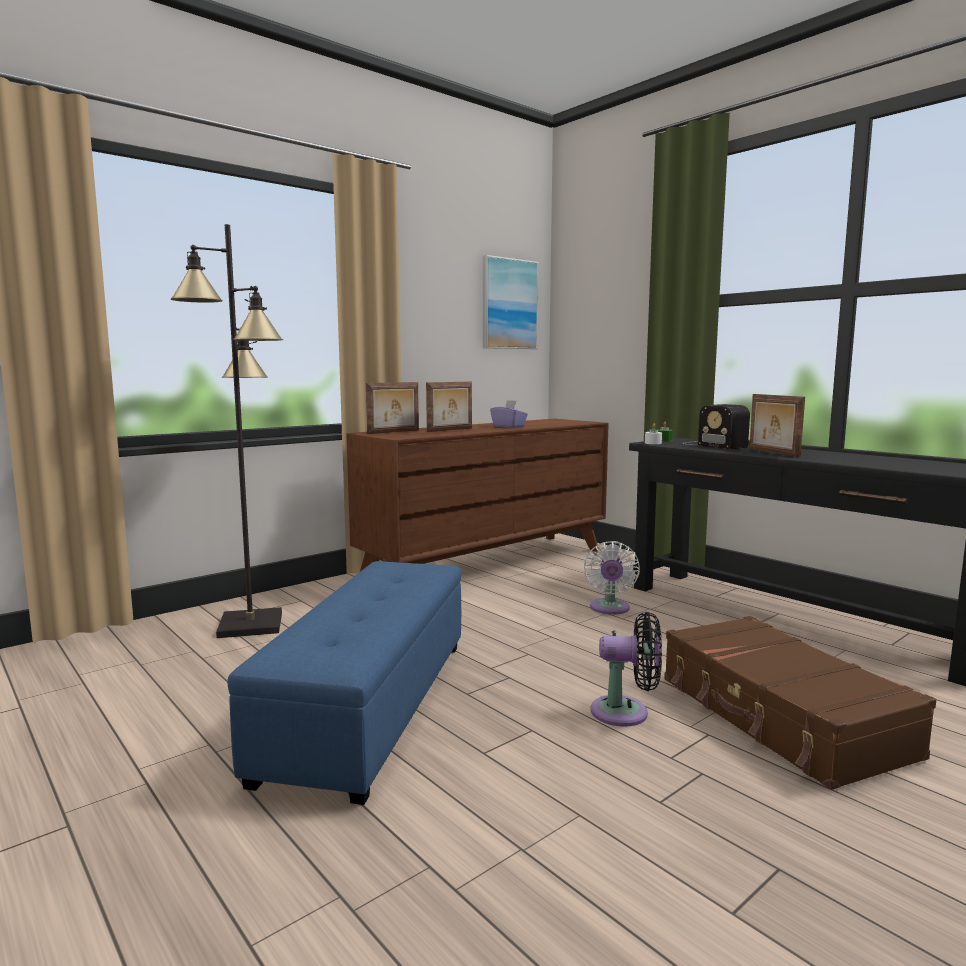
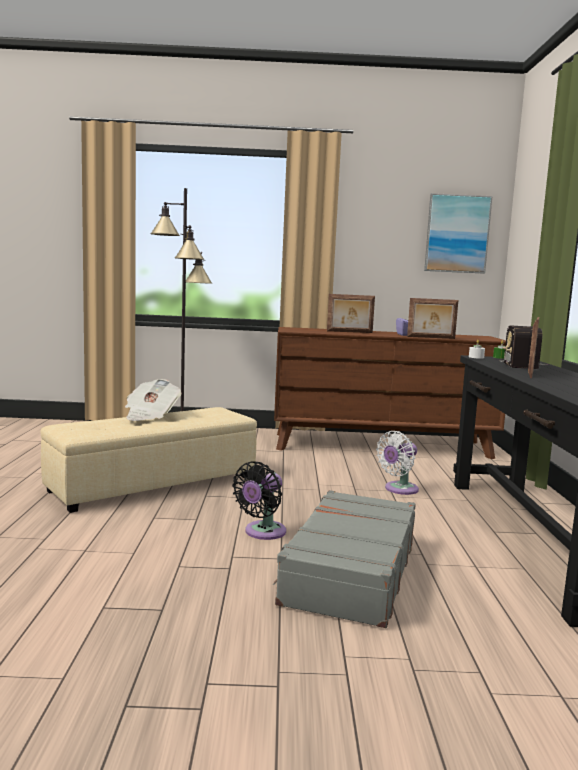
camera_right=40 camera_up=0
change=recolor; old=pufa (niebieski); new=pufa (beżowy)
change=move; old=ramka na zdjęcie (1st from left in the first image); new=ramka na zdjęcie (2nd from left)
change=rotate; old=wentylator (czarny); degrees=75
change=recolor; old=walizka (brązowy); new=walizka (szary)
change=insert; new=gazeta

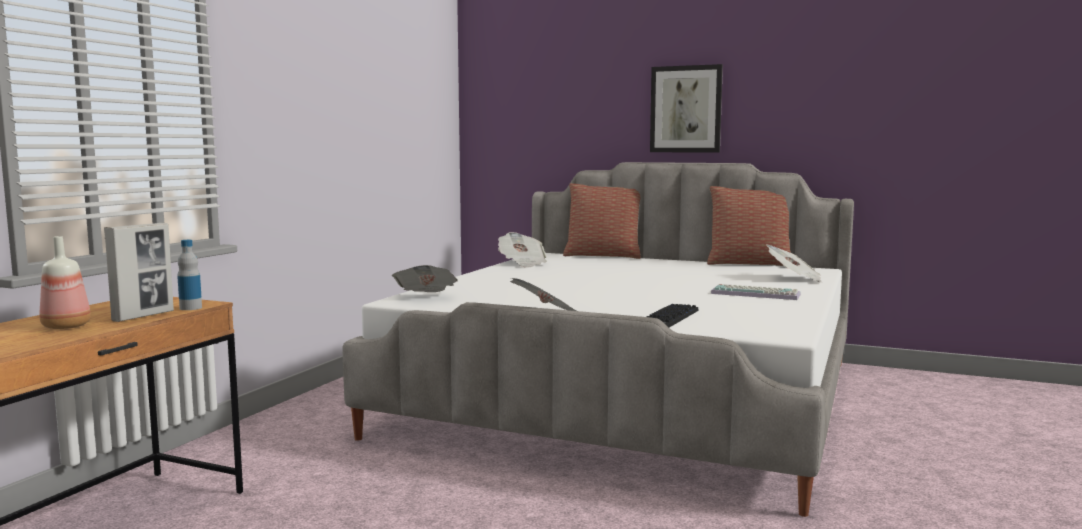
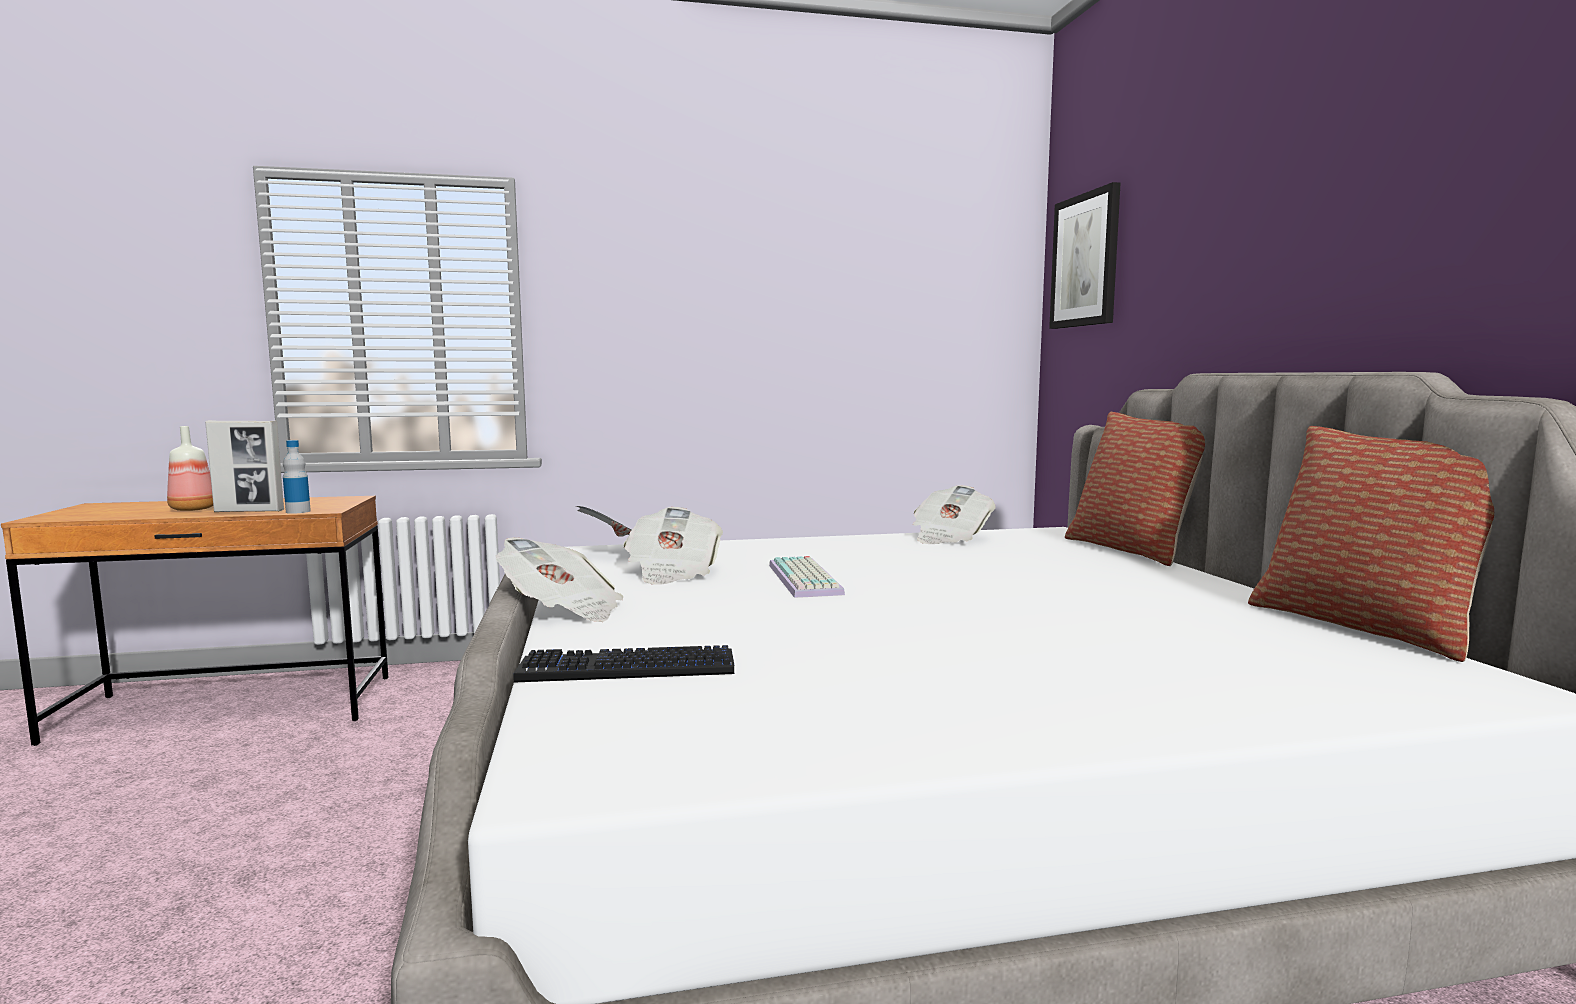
camera_right=55 camera_up=0
change=move; old=obraz
change=move; old=klawiatura (2nd from left)
change=move; old=gazeta (4th from left in the first image); new=gazeta (3rd from left)

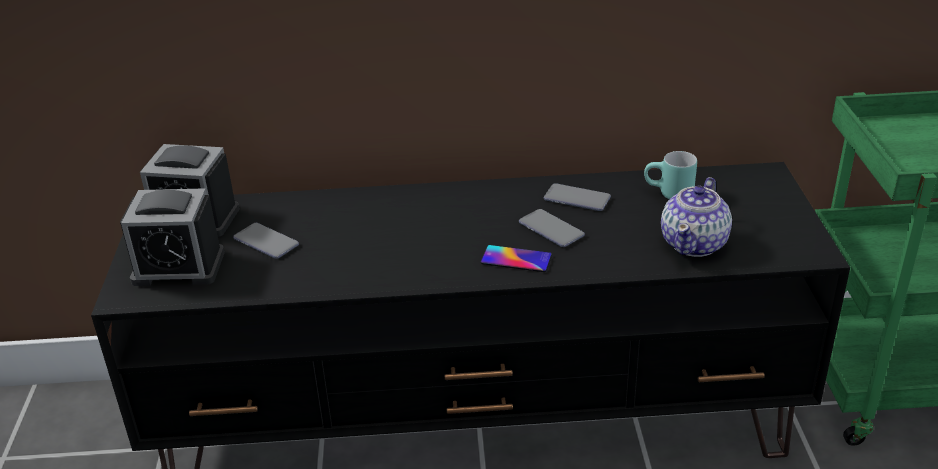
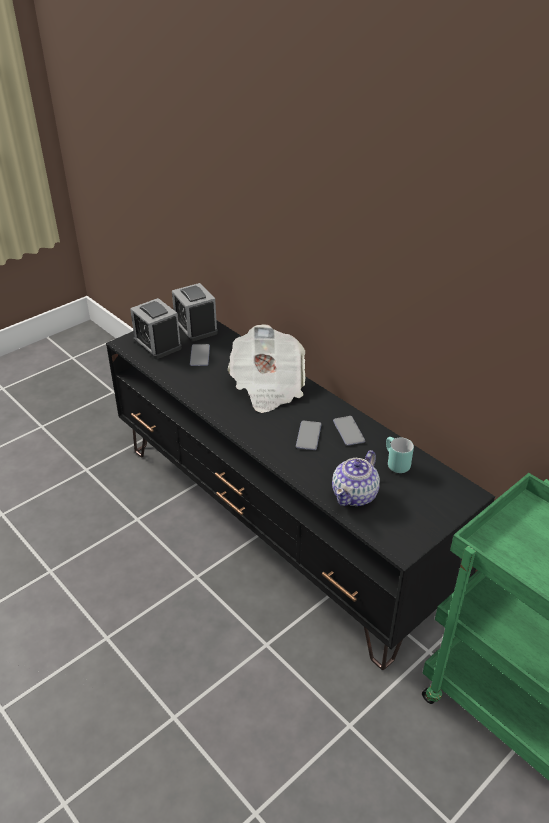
camera_right=50 camera_up=5
change=delete; old=telefon (2nd from left)
change=rotate; old=imbryk; degrees=-45
change=insert; new=gazeta

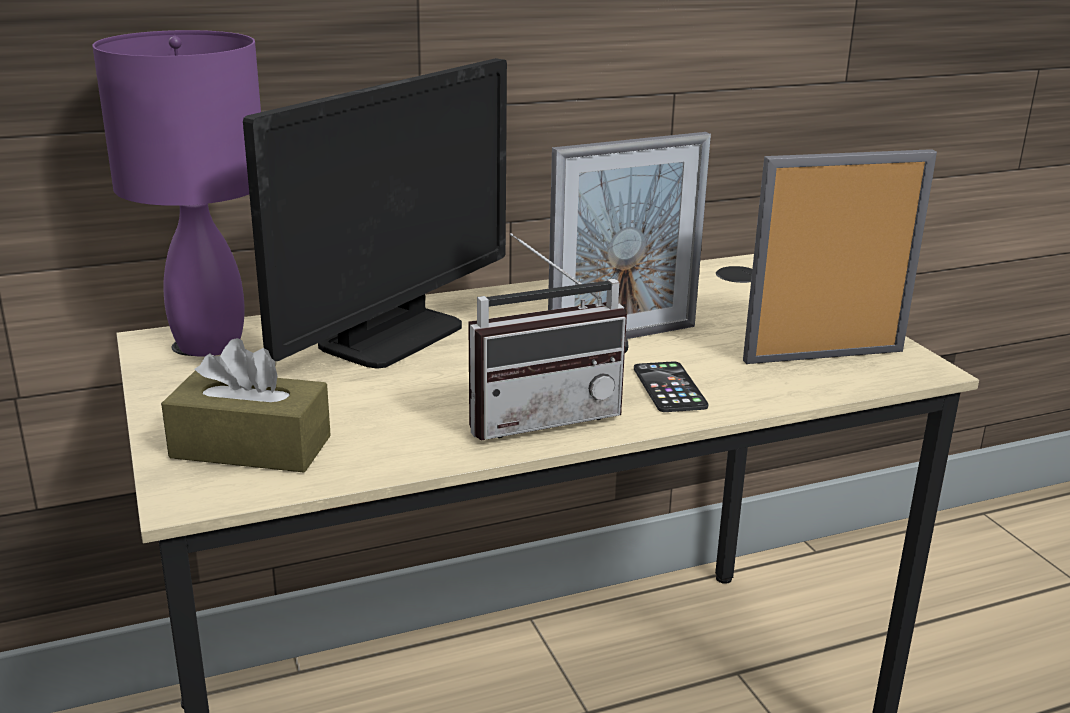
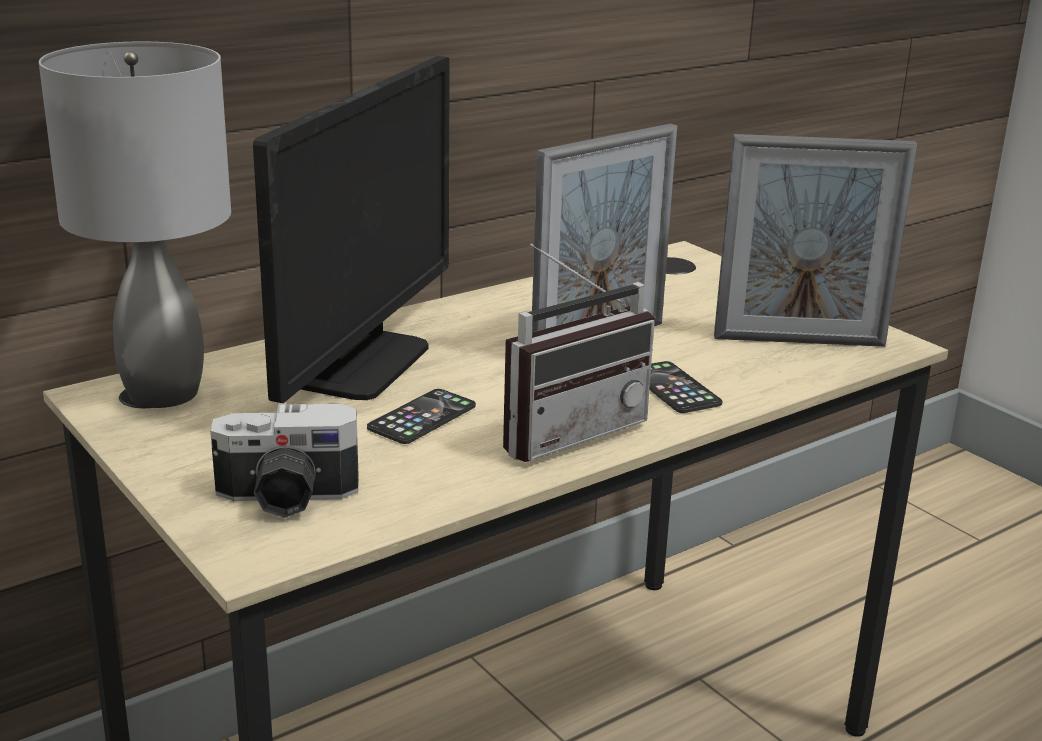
camera_right=-15 camera_up=0
change=recolor; old=lampa stołowa (fioletowy); new=lampa stołowa (szary)
change=replace; old=pudełko chusteczek (brązowy); new=aparat fotograficzny
change=rotate; old=ramka na zdjęcie (2nd from left); degrees=-150
change=insert; new=telefon (1st from left)

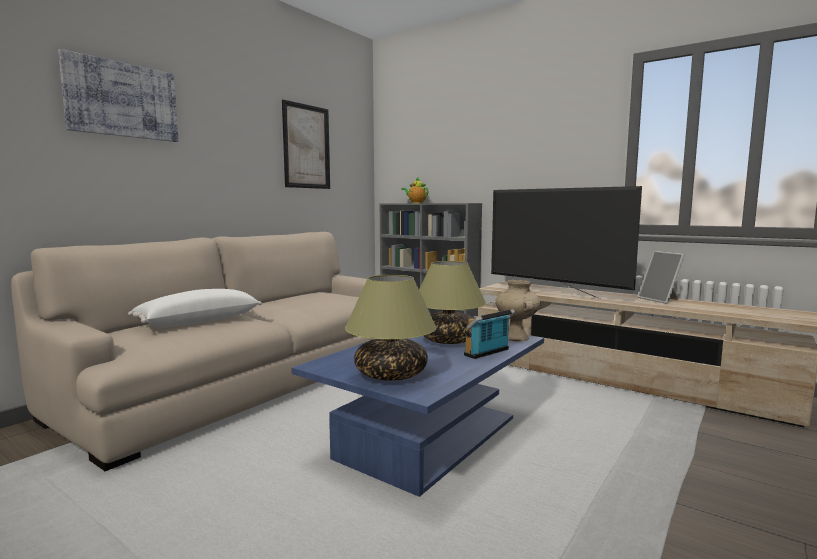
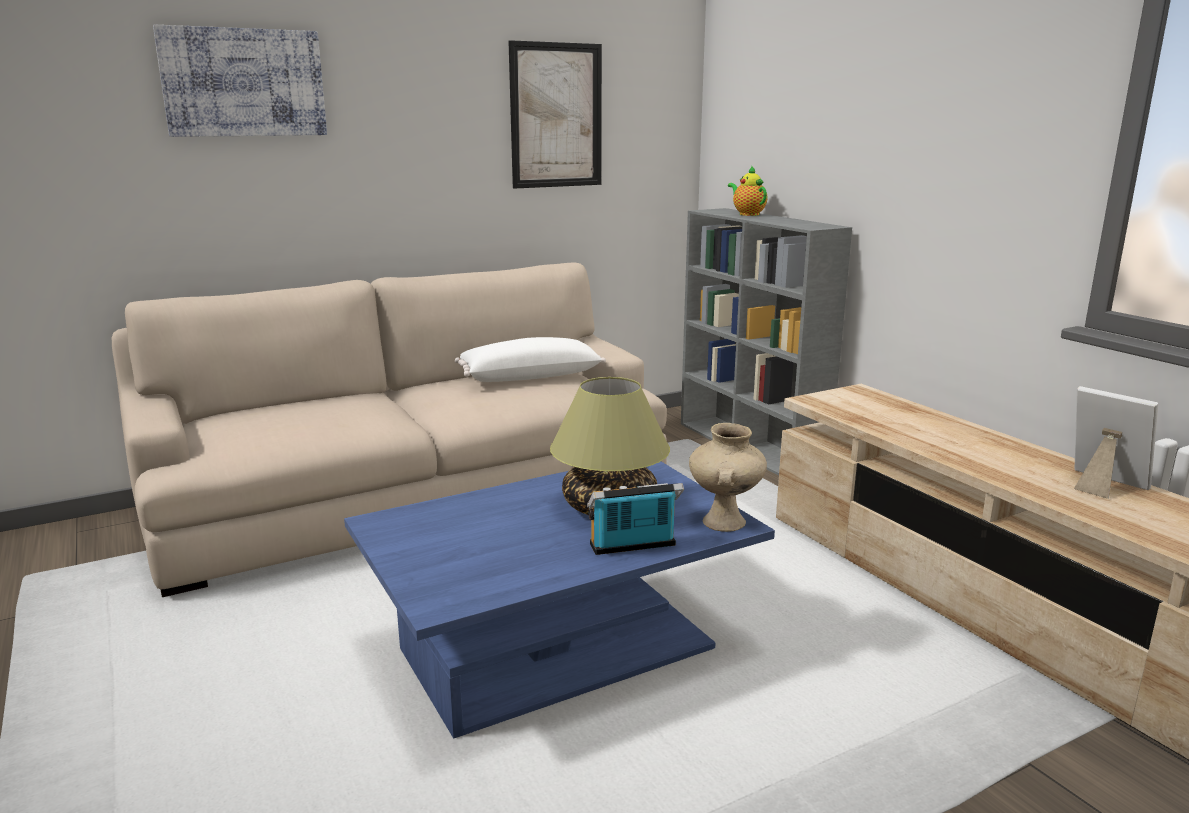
camera_right=25 camera_up=10
change=move; old=poduszka (biały)
change=delete; old=lampa stołowa (1st from left)
change=delete; old=telewizor
change=rotate; old=ramka na zdjęcie; degrees=135

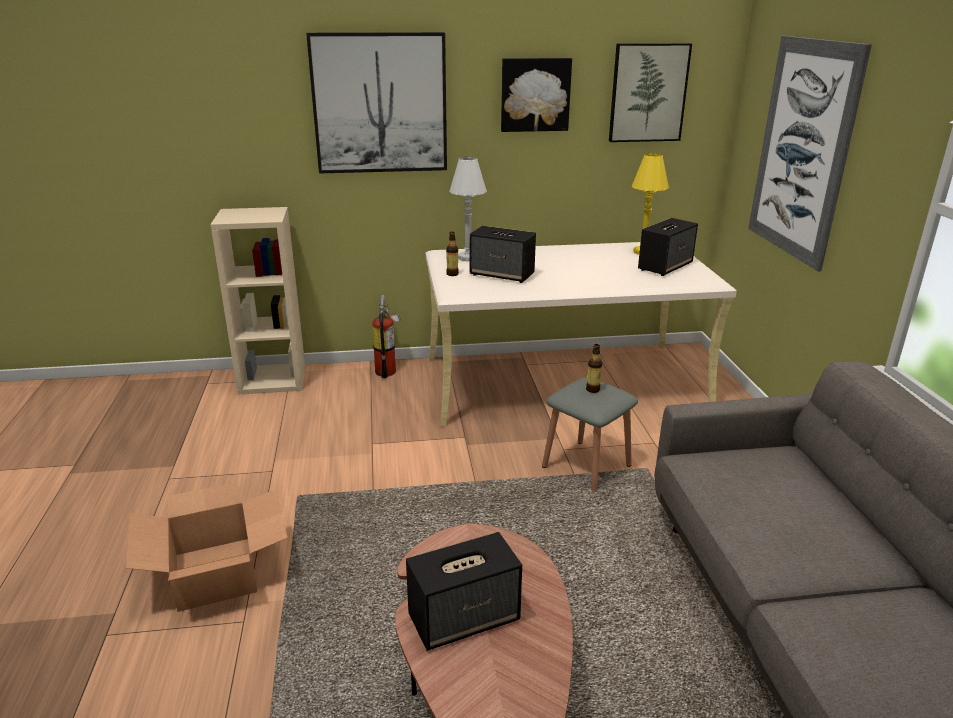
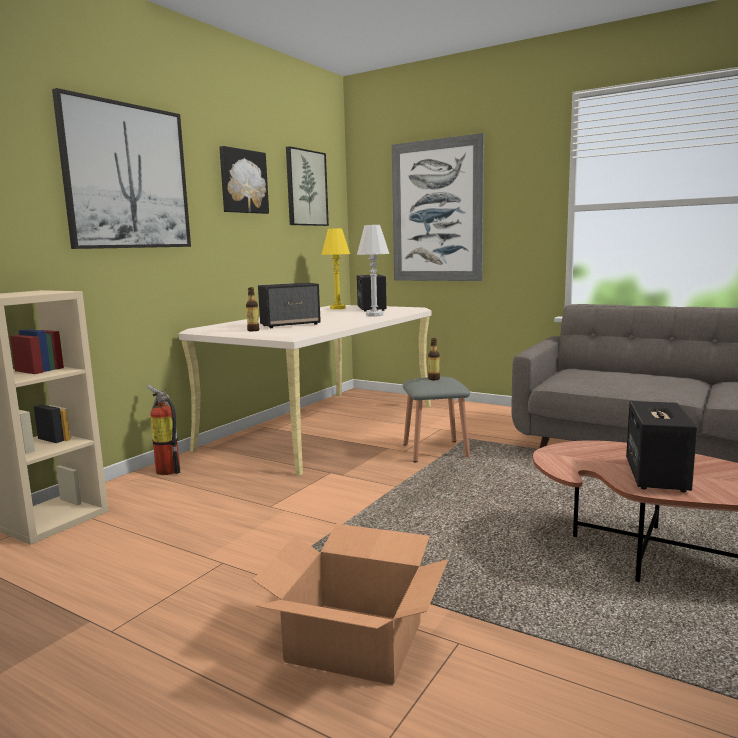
camera_right=-50 camera_up=-15
change=move; old=lampa stołowa (biały)

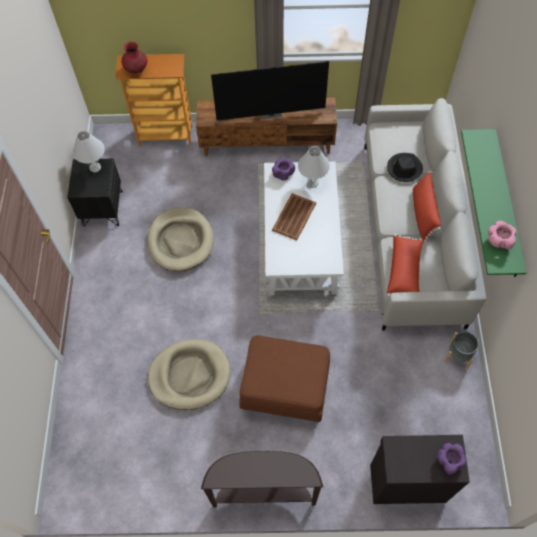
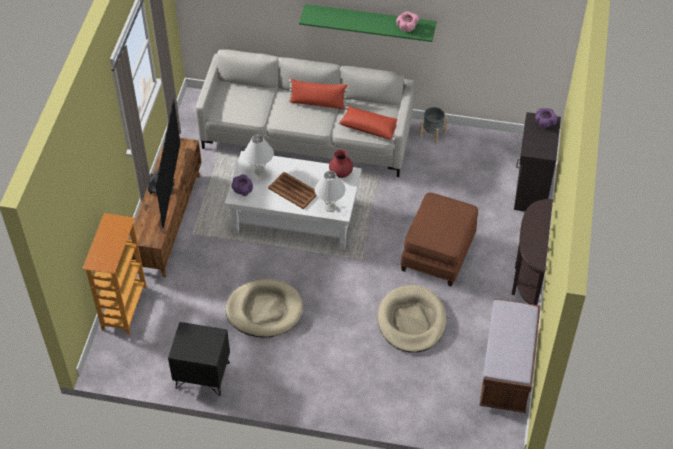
camera_right=-80 camera_up=-10
change=move; old=lampa stołowa (biały) (1st from left in the first image); new=lampa stołowa (biały) (2nd from left)
change=move; old=wazon (czerwony)
change=delete; old=kapelusz (czarny)
change=insert; new=ławka (brązowy)

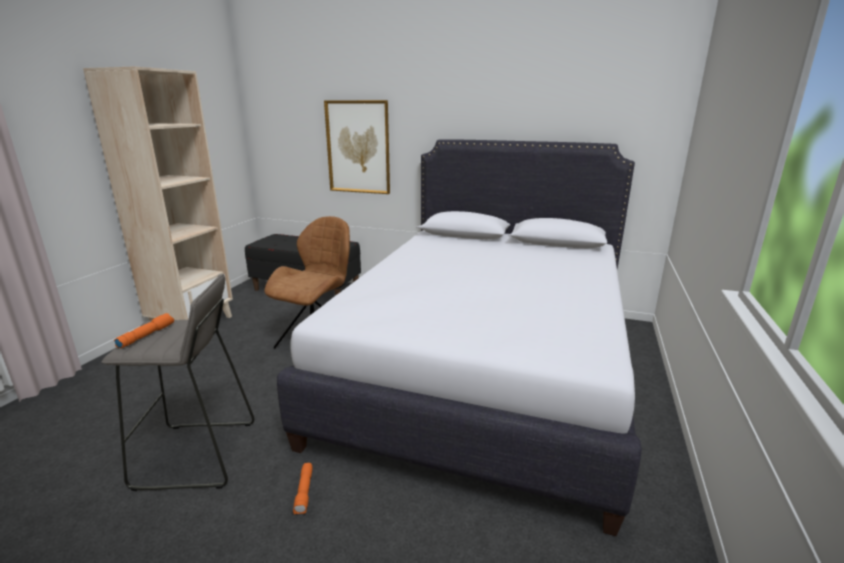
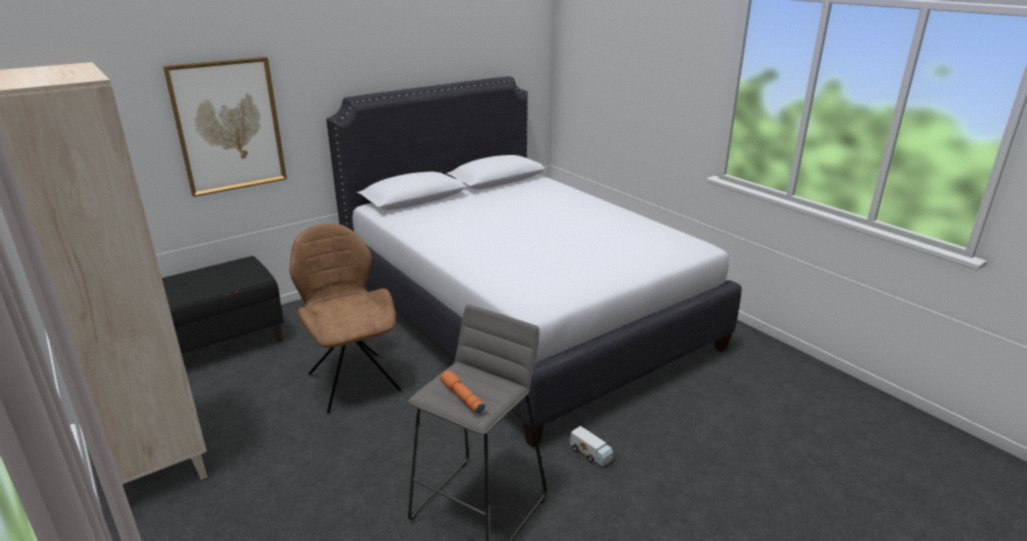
camera_right=-55 camera_up=5
change=replace; old=latarka (pomarańczowy) (2nd from left); new=ciężarówka zabawkowa

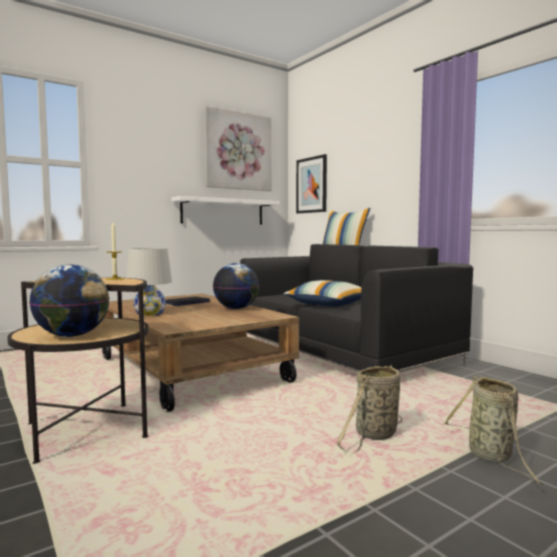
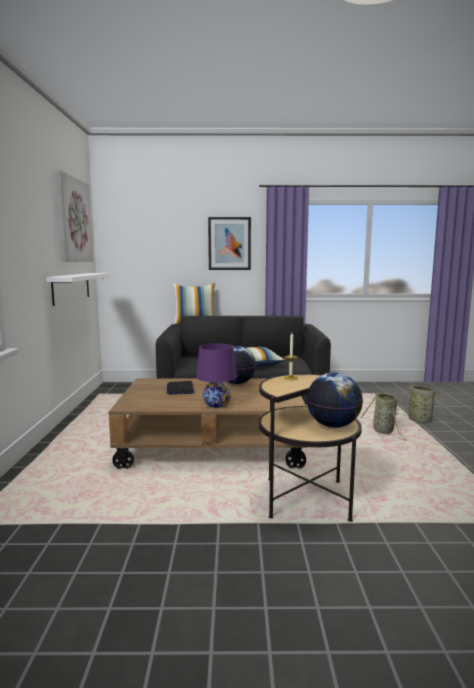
camera_right=-55 camera_up=5
change=recolor; old=lampa stołowa (biały); new=lampa stołowa (fioletowy)
change=move; old=obraz (2nd from left)

